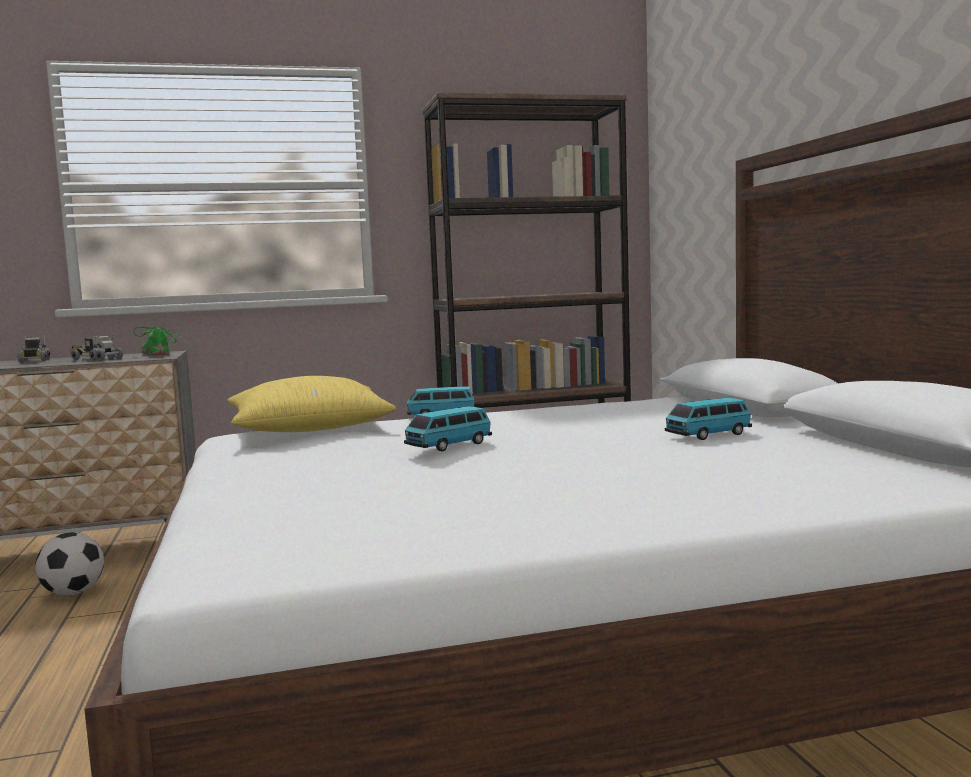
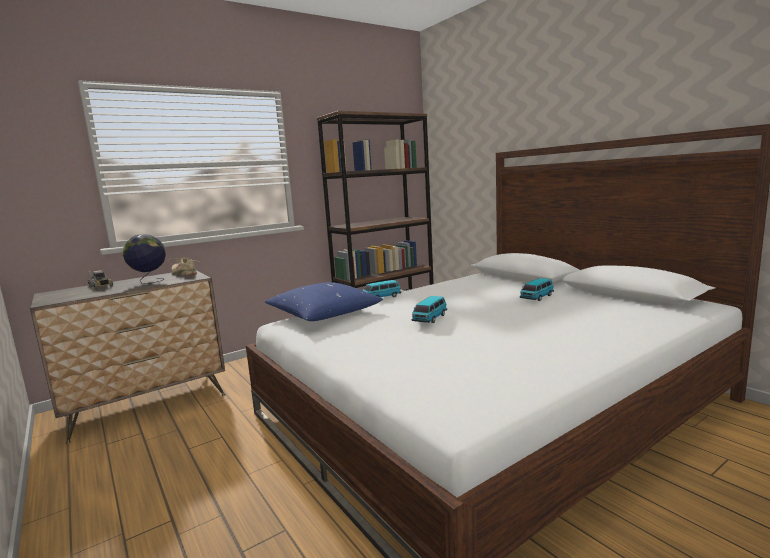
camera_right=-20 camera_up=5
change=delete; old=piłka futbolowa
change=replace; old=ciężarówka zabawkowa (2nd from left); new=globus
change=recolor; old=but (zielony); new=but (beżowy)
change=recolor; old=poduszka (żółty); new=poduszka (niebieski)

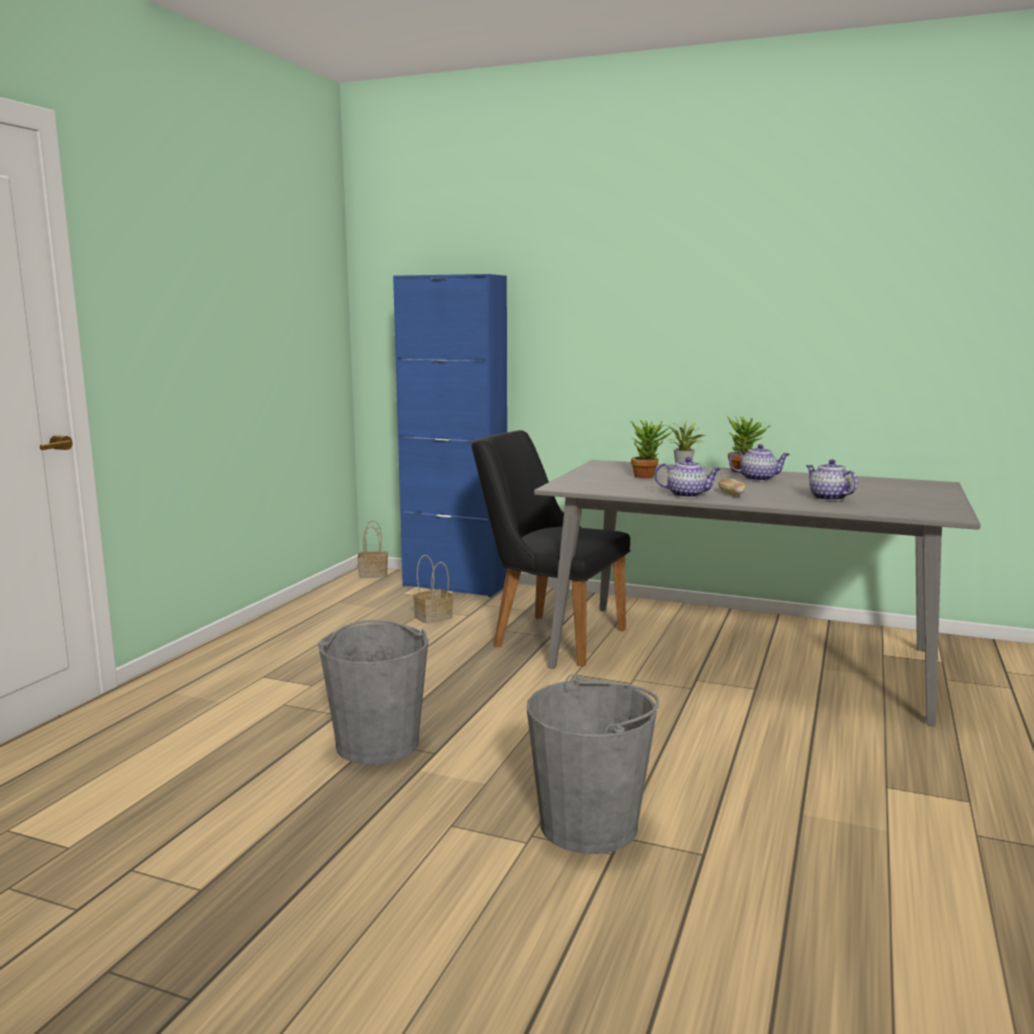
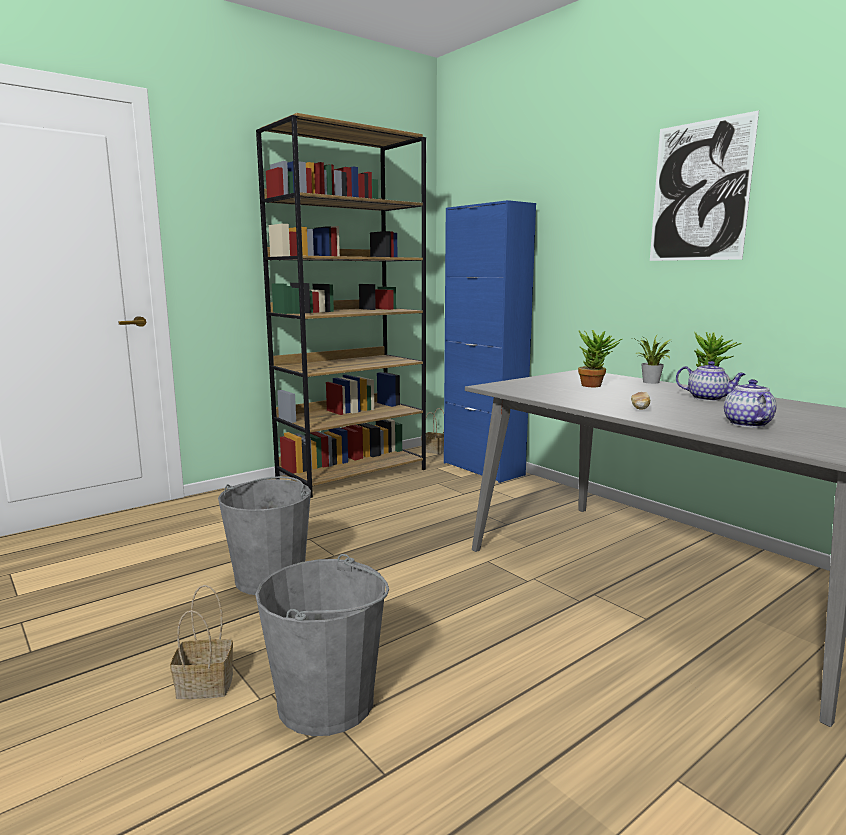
camera_right=30 camera_up=0
change=move; old=koszyk (2nd from left in the first image); new=koszyk (1st from left)
change=delete; old=krzesło (czarny)
change=delete; old=imbryk (1st from left)
change=insert; new=regał (brązowy)
change=insert; new=obraz

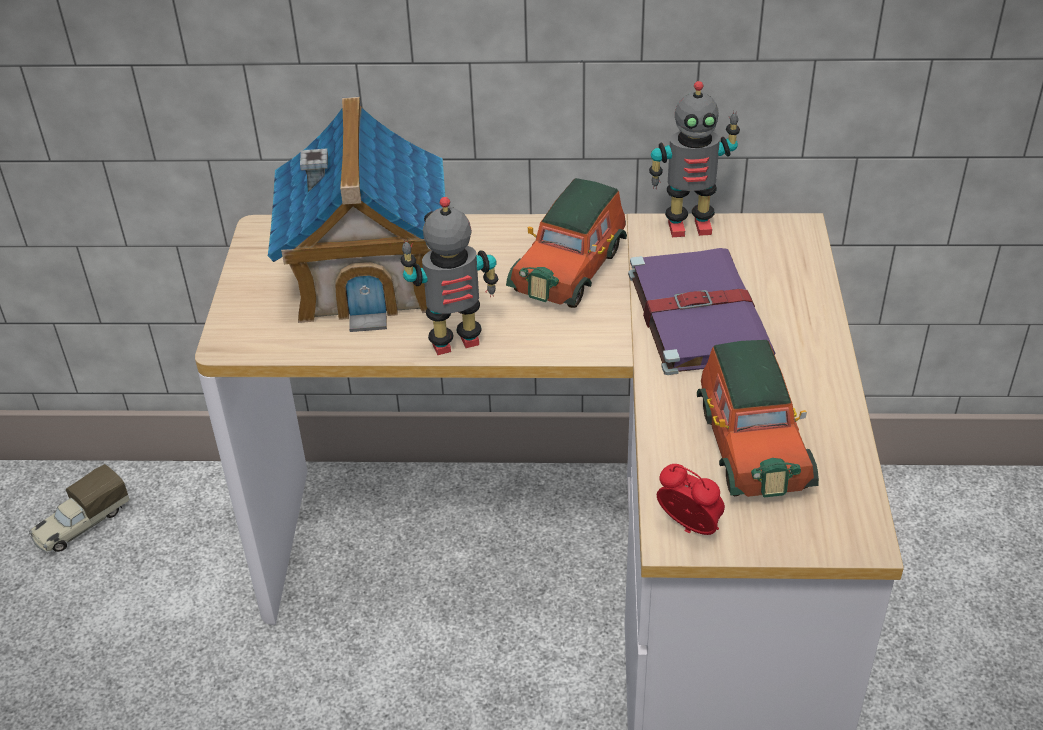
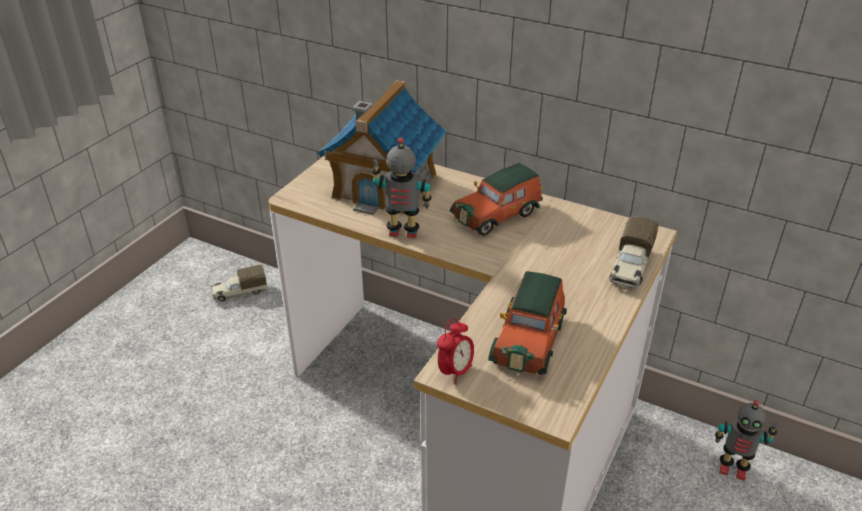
camera_right=25 camera_up=-5
change=delete; old=książka (fioletowy)
change=move; old=robot zabawkowy (2nd from left)
change=rotate; old=budzik; degrees=60
change=insert; new=ciężarówka zabawkowa (2nd from left)

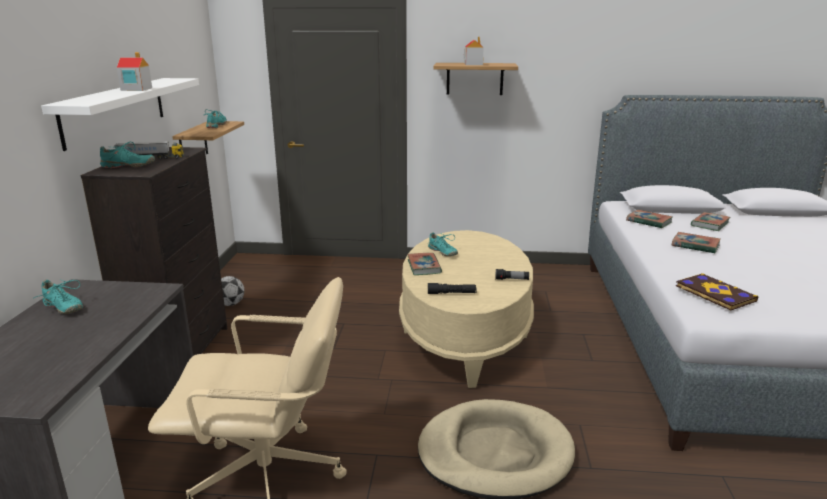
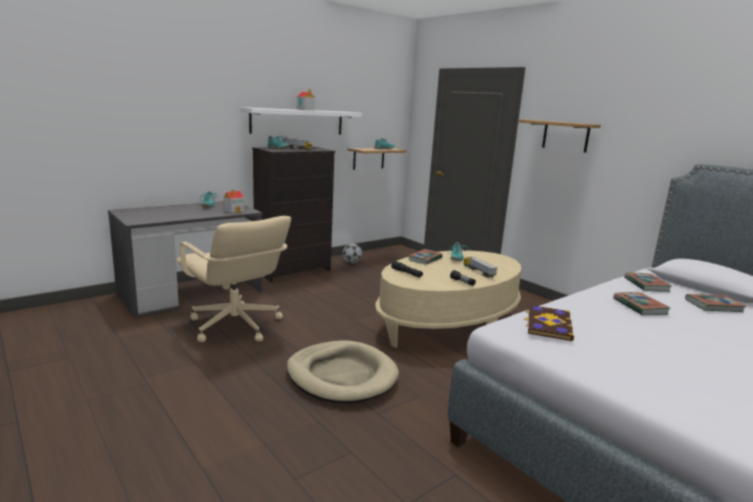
camera_right=45 camera_up=-5
change=move; old=domek (2nd from left in the first image); new=domek (1st from left)
change=insert; new=ciężarówka zabawkowa (2nd from left)

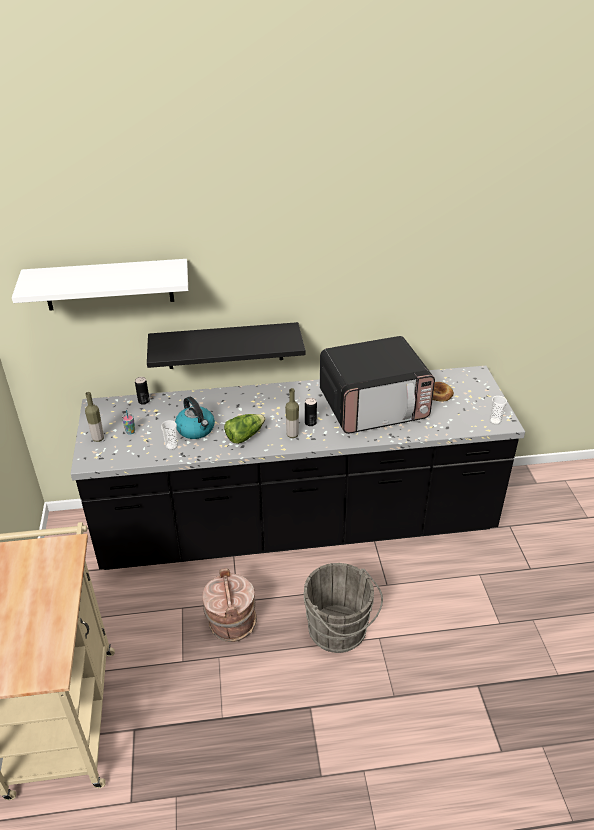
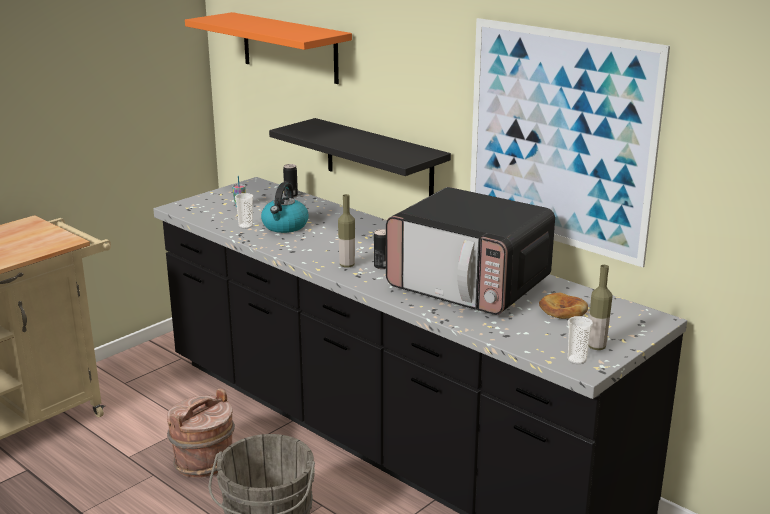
camera_right=50 camera_up=-15
change=recolor; old=półka (biały); new=półka (pomarańczowy)
change=move; old=butelka (1st from left in the first image); new=butelka (2nd from left)
change=delete; old=sałata
change=insert; new=obraz

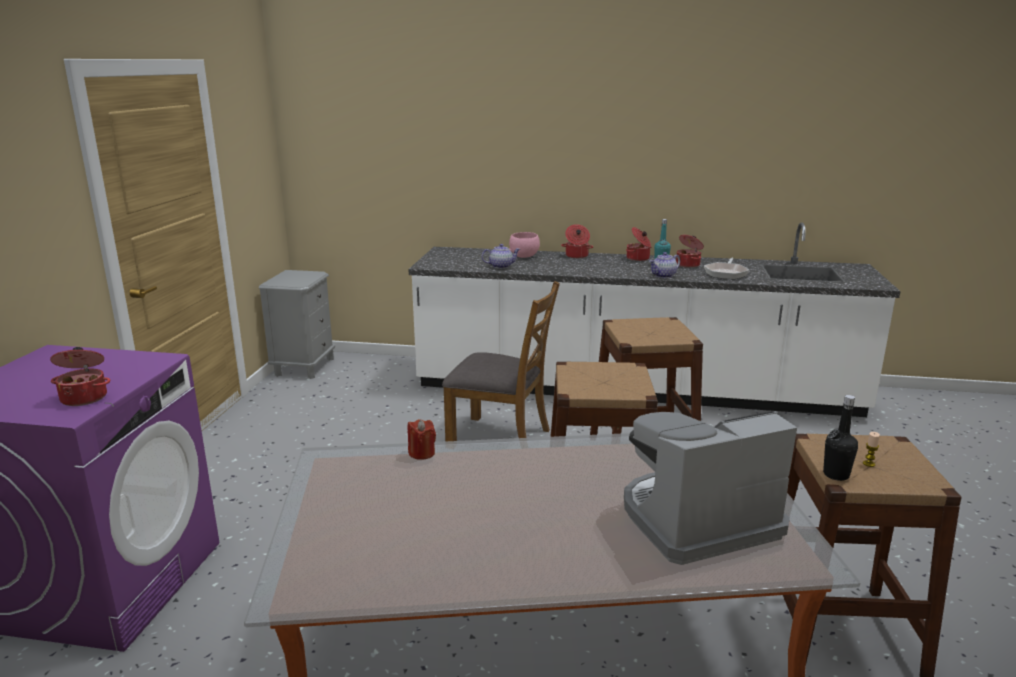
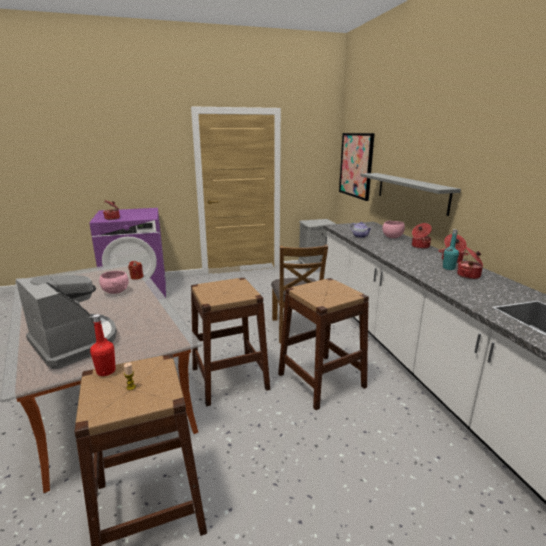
camera_right=65 camera_up=0
change=delete; old=imbryk (2nd from left)
change=delete; old=patelnia
change=recolor; old=butelka (czarny); new=butelka (czerwony)
change=insert; new=miska (różowy) (1st from left)
change=insert; new=obraz
change=insert; new=półka (szary)

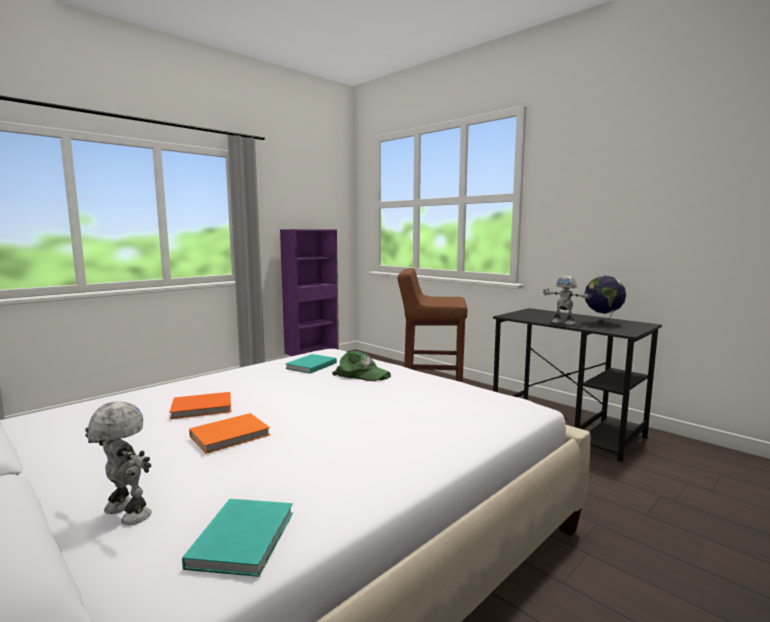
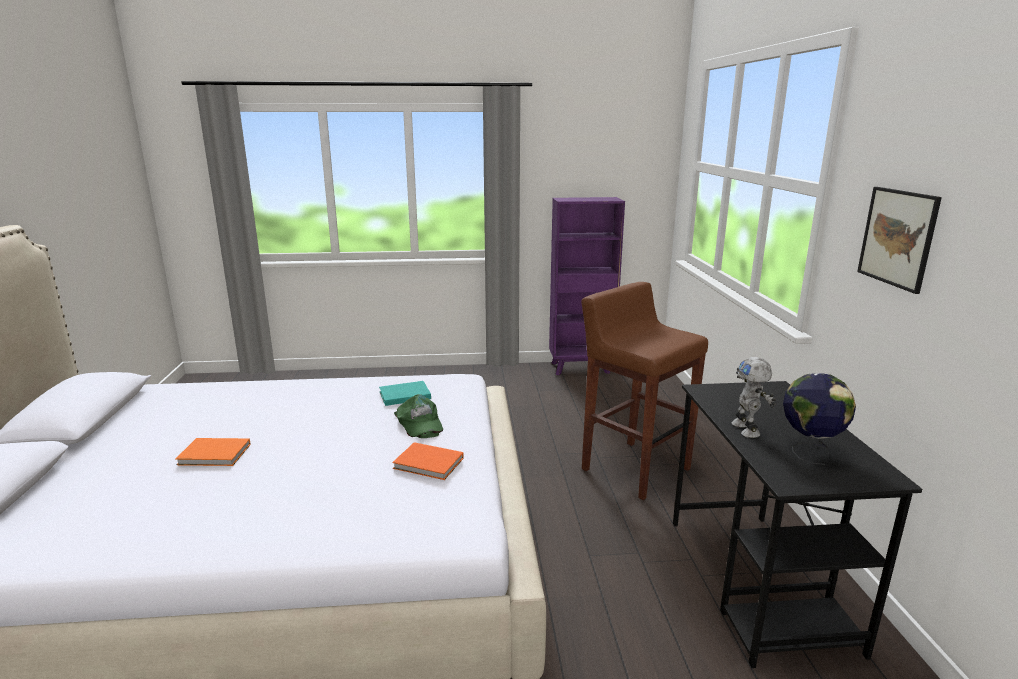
camera_right=40 camera_up=10
change=delete; old=robot zabawkowy (1st from left)
change=move; old=książka (pomarańczowy) (1st from left in the first image); new=książka (pomarańczowy) (2nd from left)
change=delete; old=książka (turkusowy) (1st from left)
change=insert; new=obraz

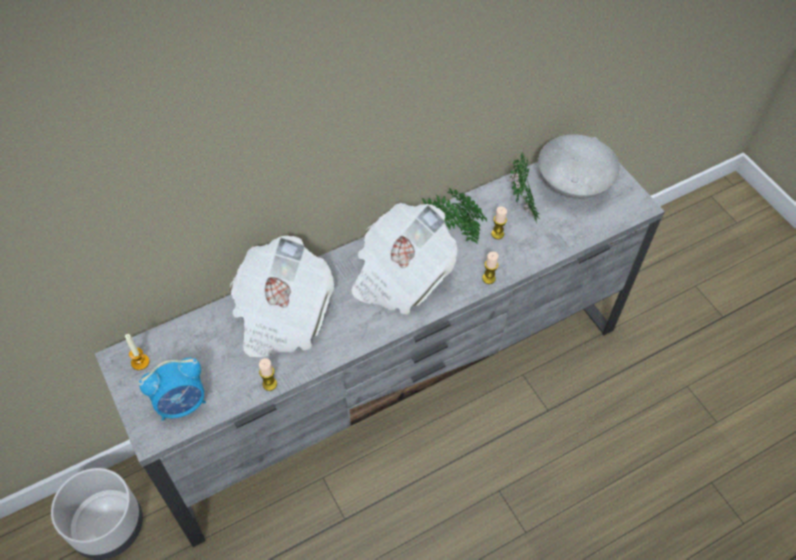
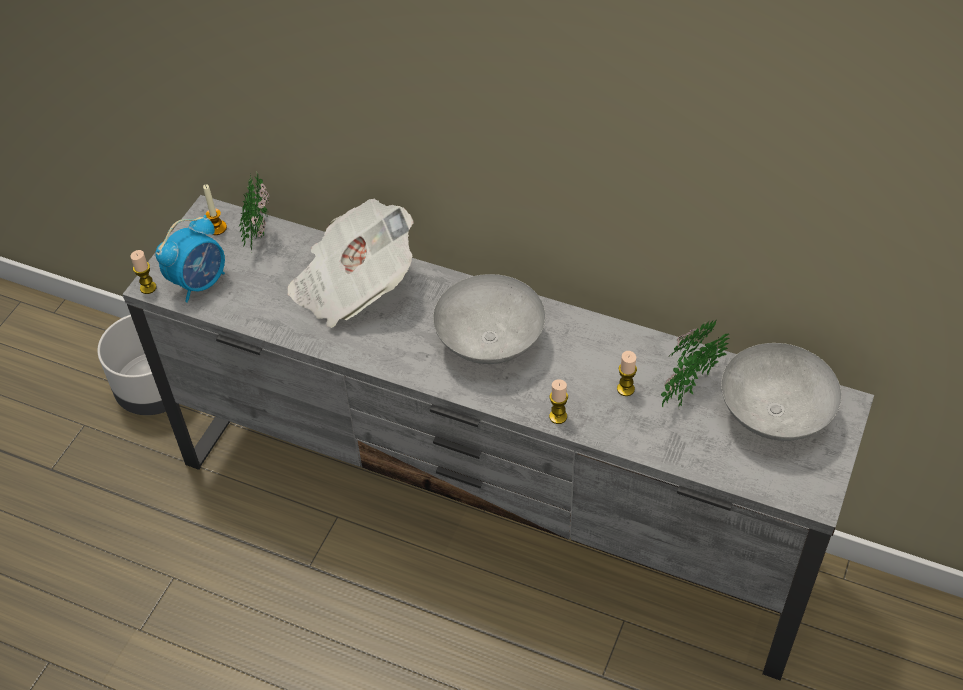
camera_right=55 camera_up=-5
change=rotate; old=budzik; degrees=-75
change=move; old=świeca (2nd from left in the first image); new=świeca (1st from left)
change=replace; old=gazeta (2nd from left); new=miska (szary) (1st from left)
change=move; old=roślina doniczkowa (1st from left)

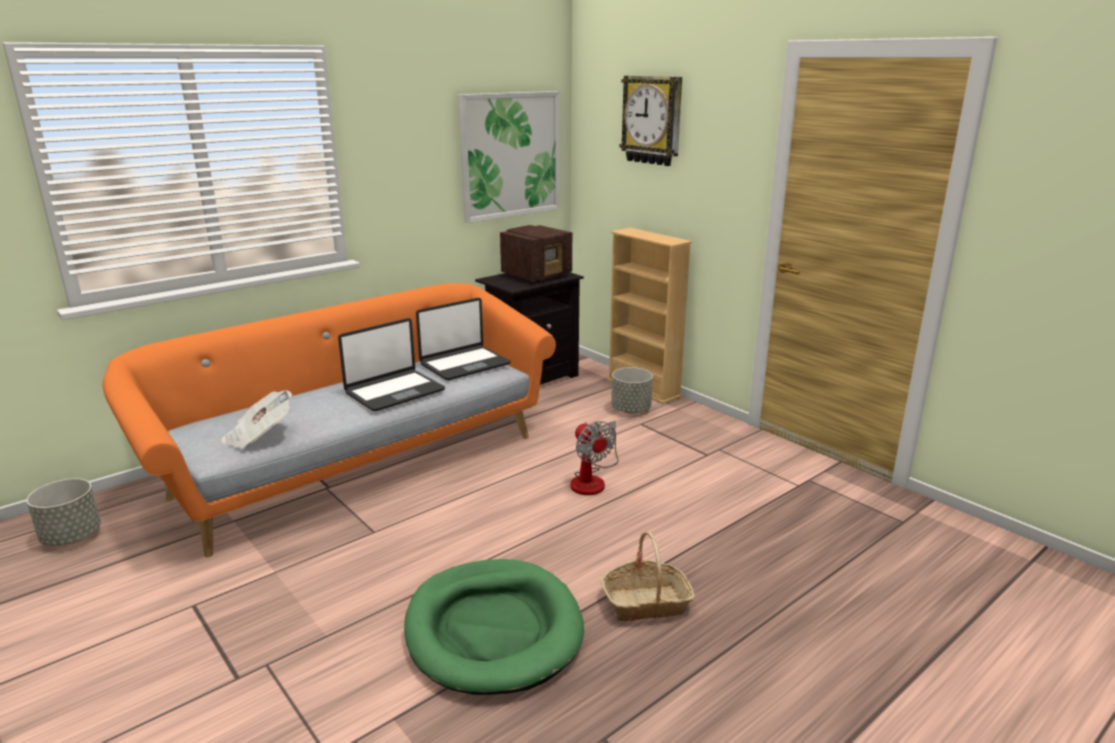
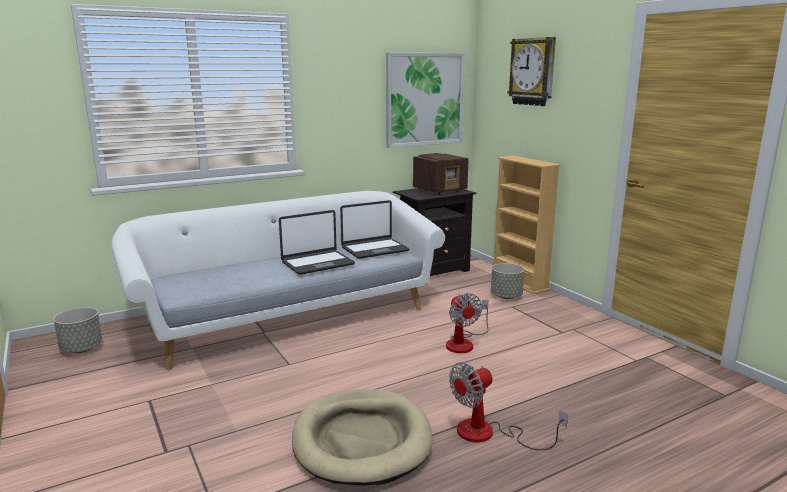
camera_right=10 camera_up=-5
change=recolor; old=kanapa (pomarańczowy); new=kanapa (biały)
change=delete; old=gazeta
change=recolor; old=legowisko (zielony); new=legowisko (beżowy)
change=replace; old=koszyk; new=wentylator (2nd from left)

